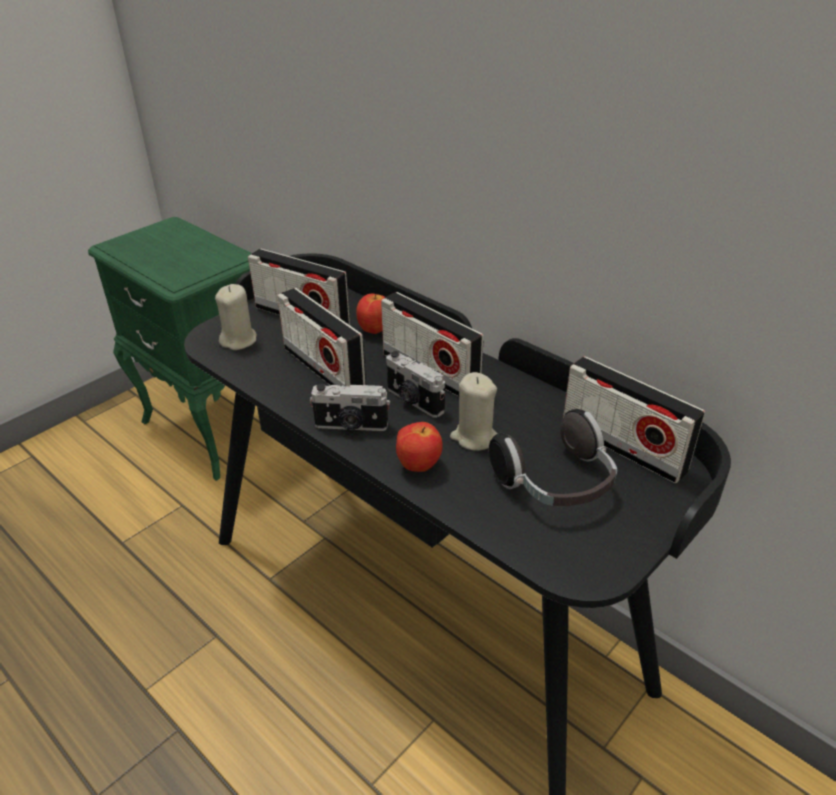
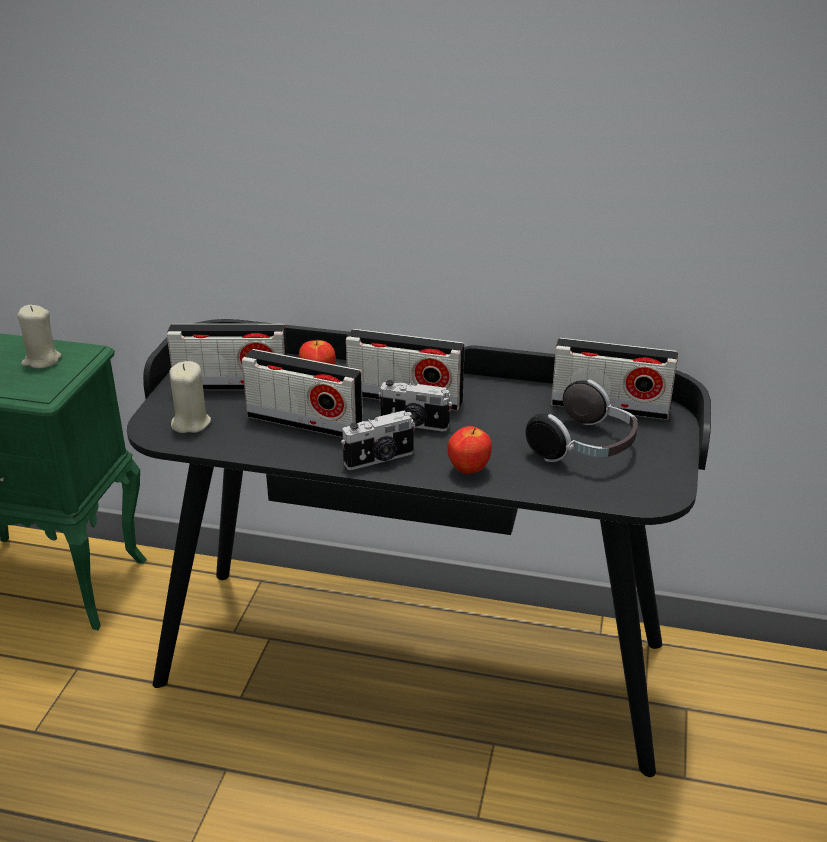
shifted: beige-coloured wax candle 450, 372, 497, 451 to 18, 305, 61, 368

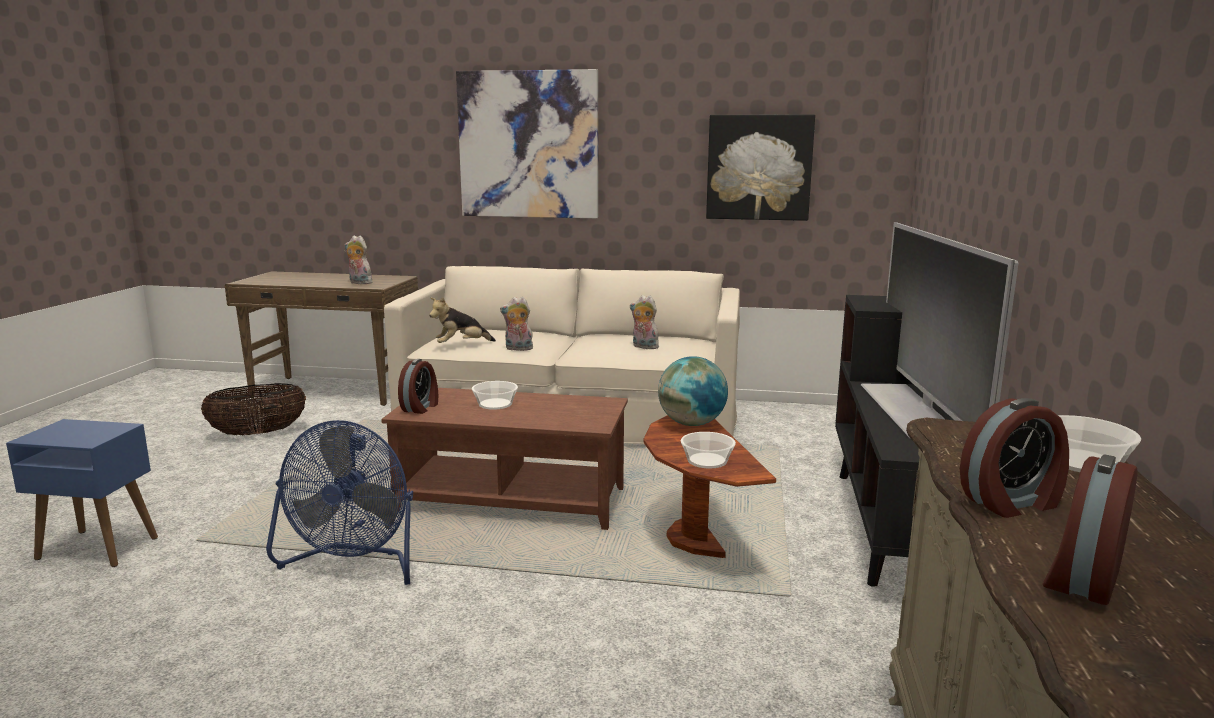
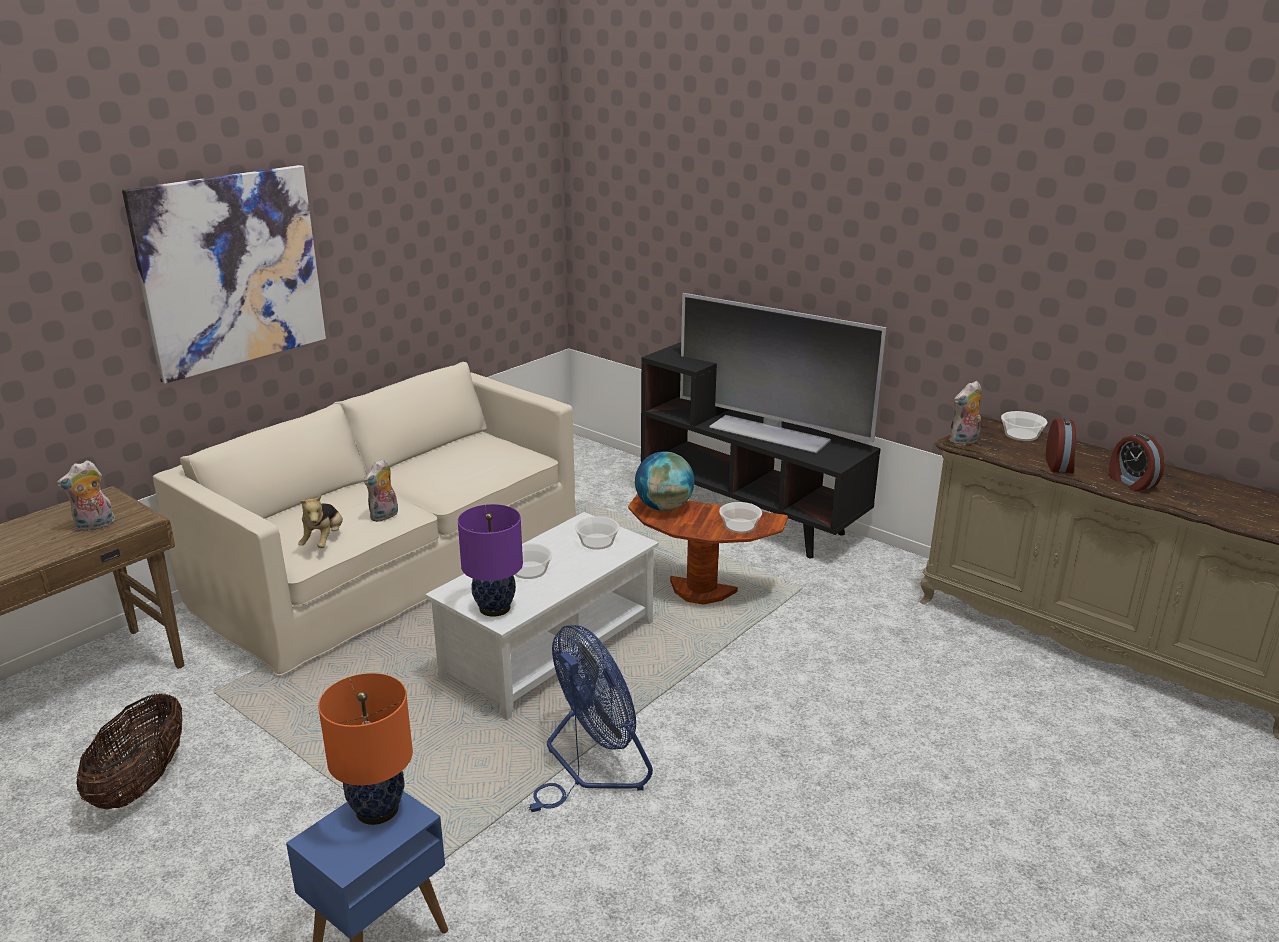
gone: picture 706, 115, 815, 221
new: bowl 575, 516, 619, 550; orange-coloured tabletop lamp 318, 673, 413, 825
shifted: plush toy 630, 295, 659, 349 to 949, 381, 982, 445
swapped: table clock 398, 359, 438, 414 to purple-coloured tabletop lamp 458, 504, 523, 617
repainted: brown coffee table 381, 388, 628, 530 to whitish coffee table 425, 512, 659, 720
rotated: bluish cooling fan 266, 420, 413, 585 = 527, 625, 653, 812 75 degrees counterclockwise

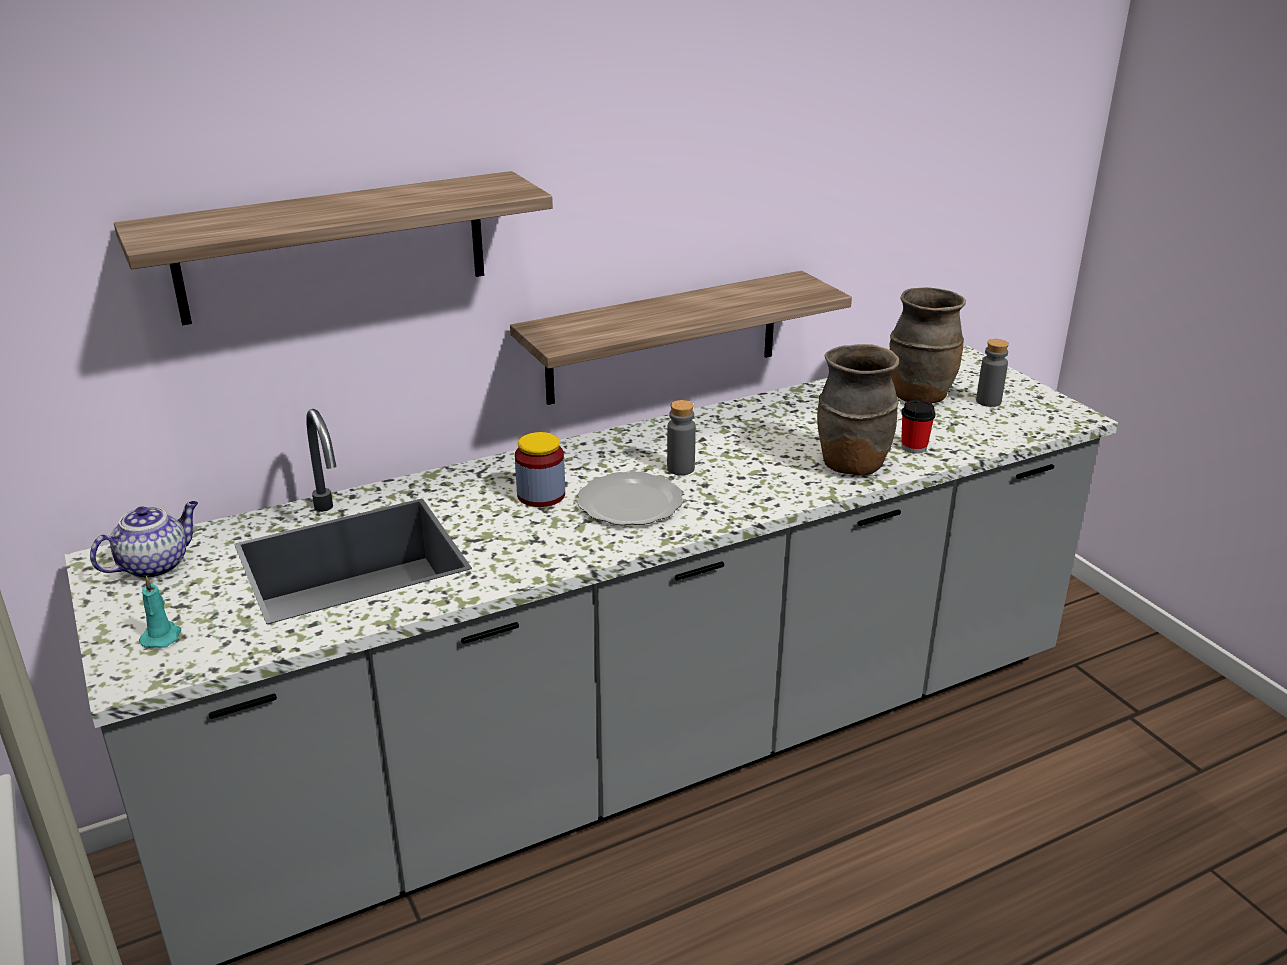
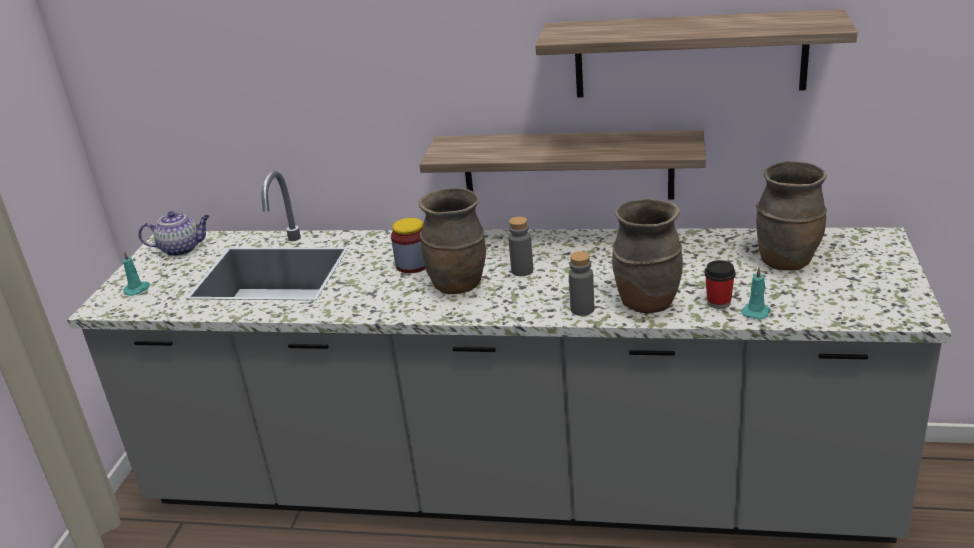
new: blue-green wax candle 741, 267, 770, 319
shifted: bracket shelf 114, 171, 553, 326 to 535, 9, 858, 98; grey drink bottle 976, 339, 1009, 407 to 569, 251, 594, 316
swapped: dinner plate 578, 472, 683, 525 to brown vase 419, 188, 486, 294

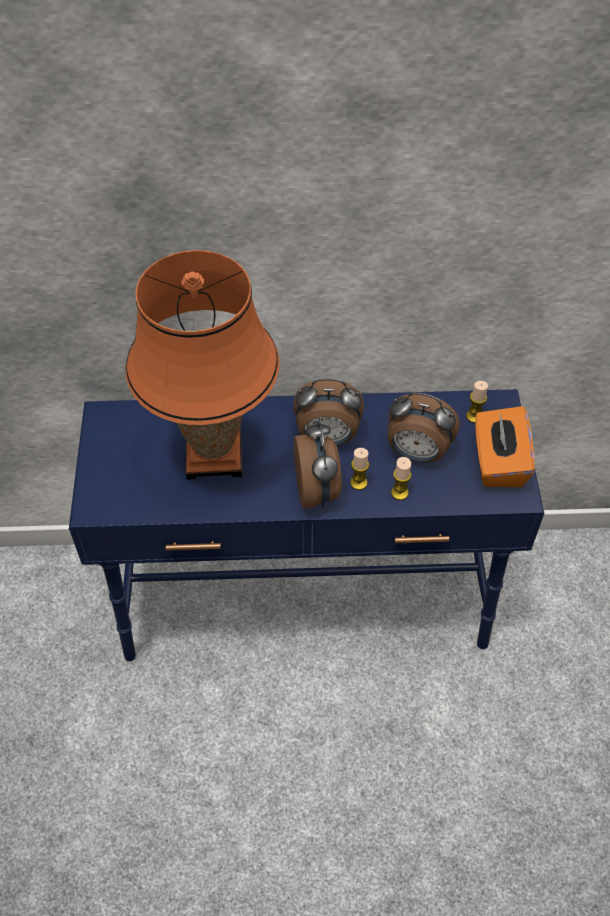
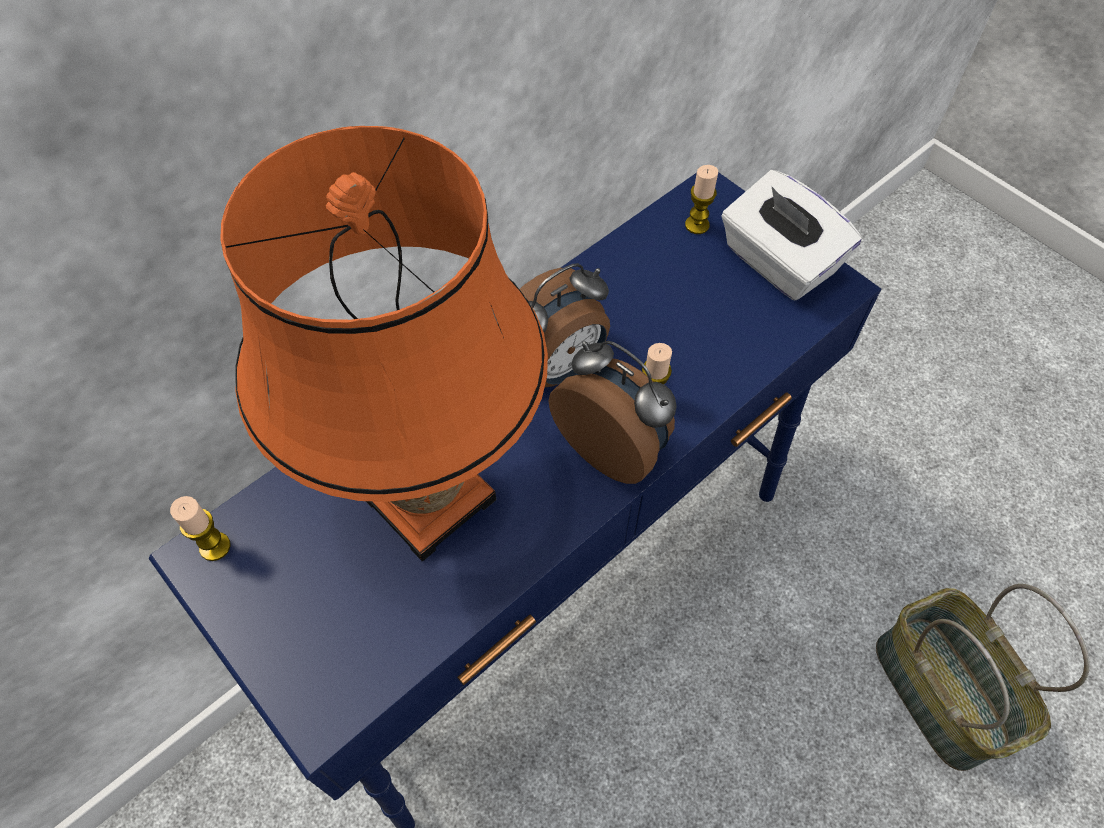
gone: table clock 387, 392, 460, 462
new: storage basket 876, 584, 1090, 771
shifted: wax candle 391, 457, 411, 500 to 170, 496, 231, 561
repainted: orange-coloured tissue holder 475, 406, 534, 487 to whitish tissue holder 721, 170, 862, 300

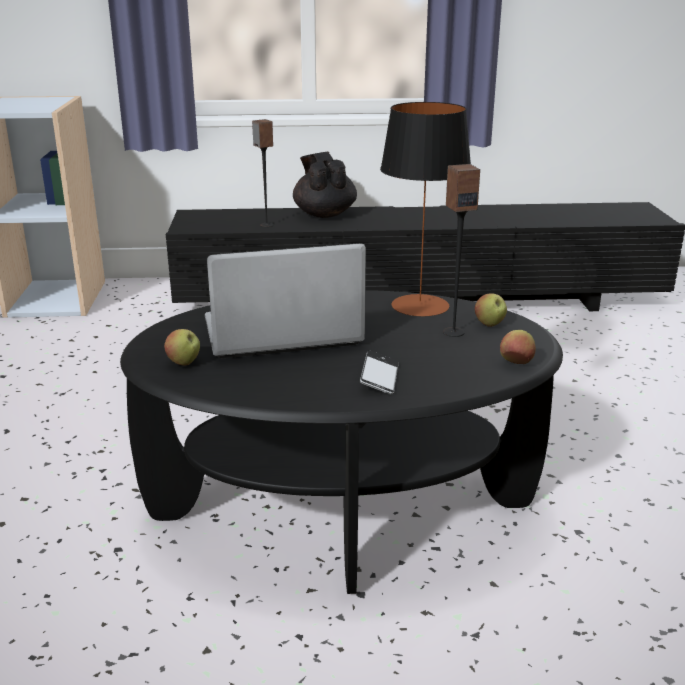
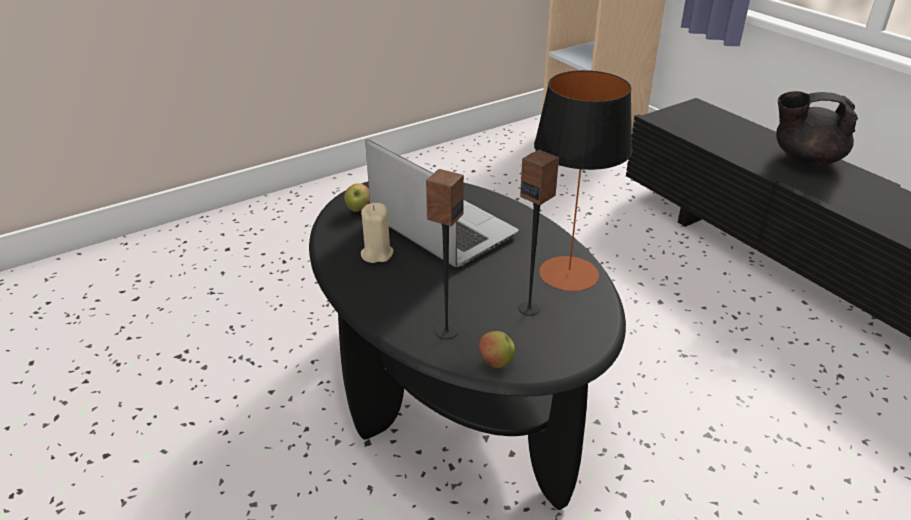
gone: whole apple 475, 293, 507, 327; telephone 360, 350, 399, 395
new: beige-coloured wax candle 361, 203, 393, 263
shifted: audio speaker 252, 119, 273, 227 to 426, 169, 464, 339
rotated: black pot for tea 293, 152, 357, 218 = 776, 91, 858, 166 120 degrees counterclockwise

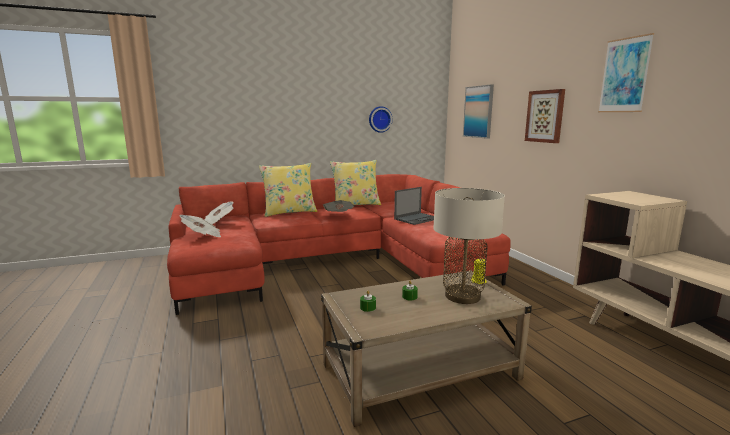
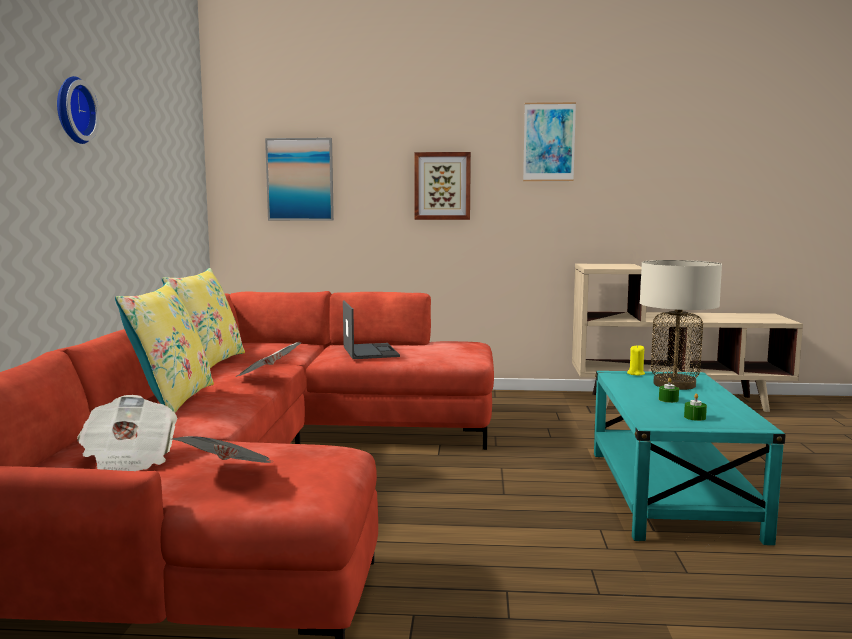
shifted: clock on the wall 369, 106, 393, 133 to 57, 76, 99, 144
repainted: beige-coloured coffee table 321, 270, 532, 427 to blue-green coffee table 594, 371, 786, 545

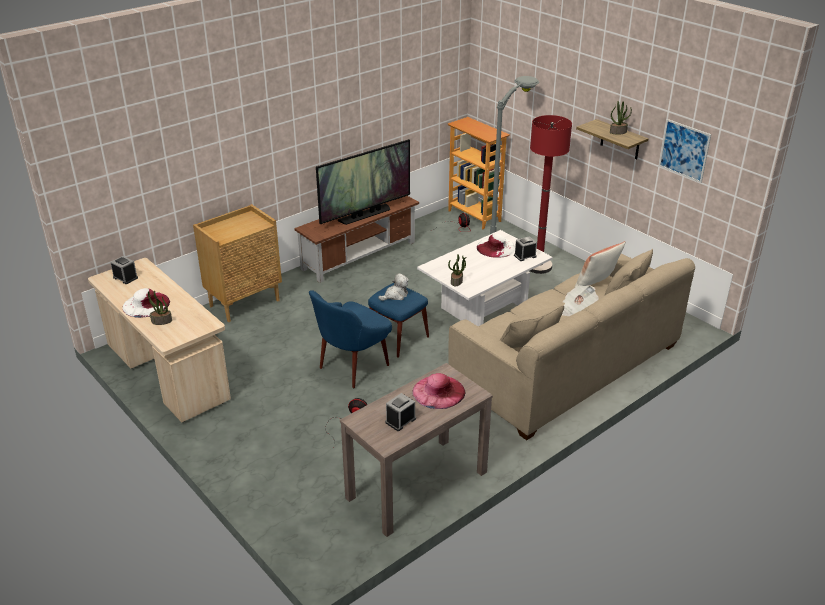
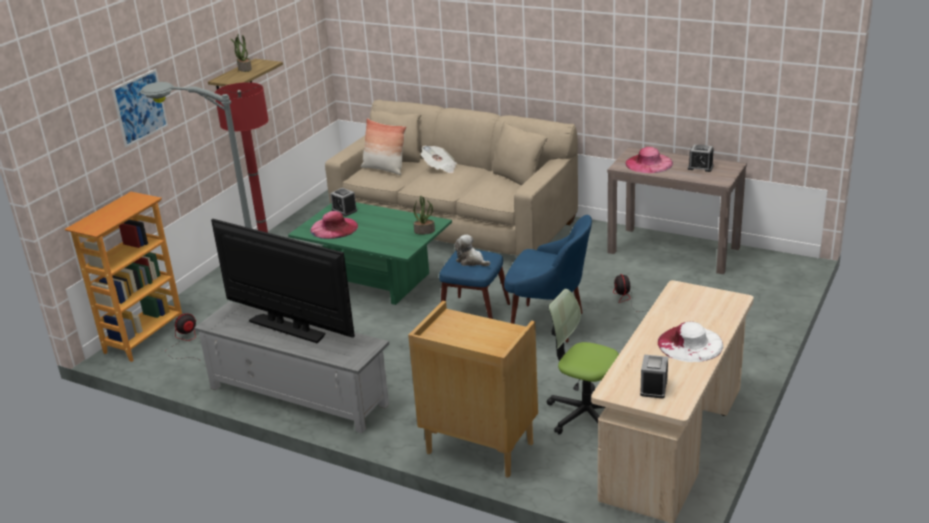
gone: potted plant 148, 290, 172, 325
new: computer chair 547, 289, 619, 435
shifted: picture 659, 119, 711, 183 to 111, 69, 168, 147
repainted: brown media console 294, 196, 419, 283 to grey media console 194, 302, 389, 433; whitish coffee table 417, 230, 553, 326 to green coffee table 288, 202, 452, 305; whitish wearable hat 477, 234, 515, 258 to pink-coloured wearable hat 311, 211, 358, 239

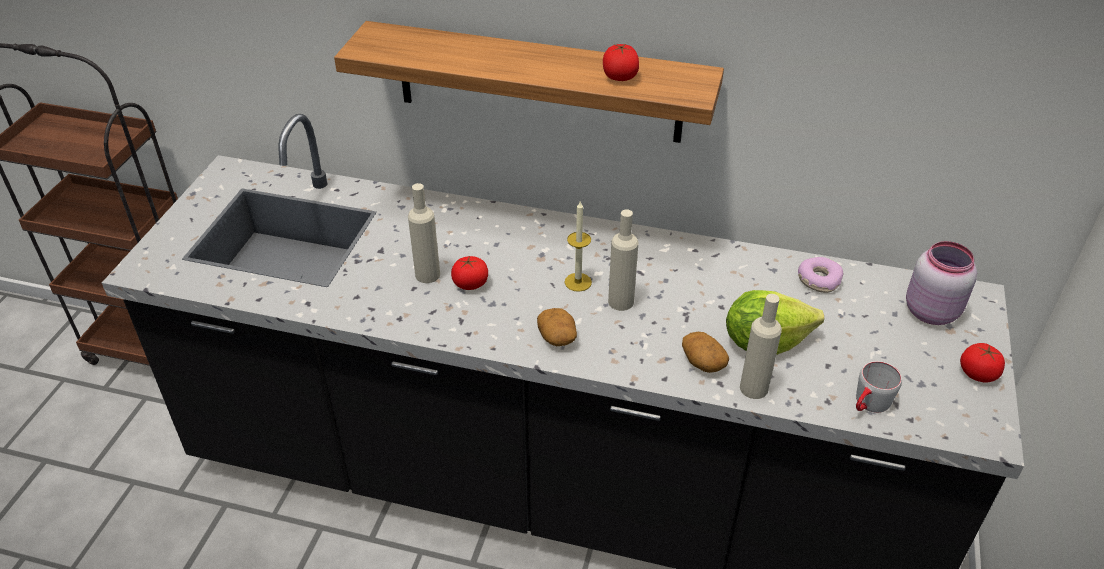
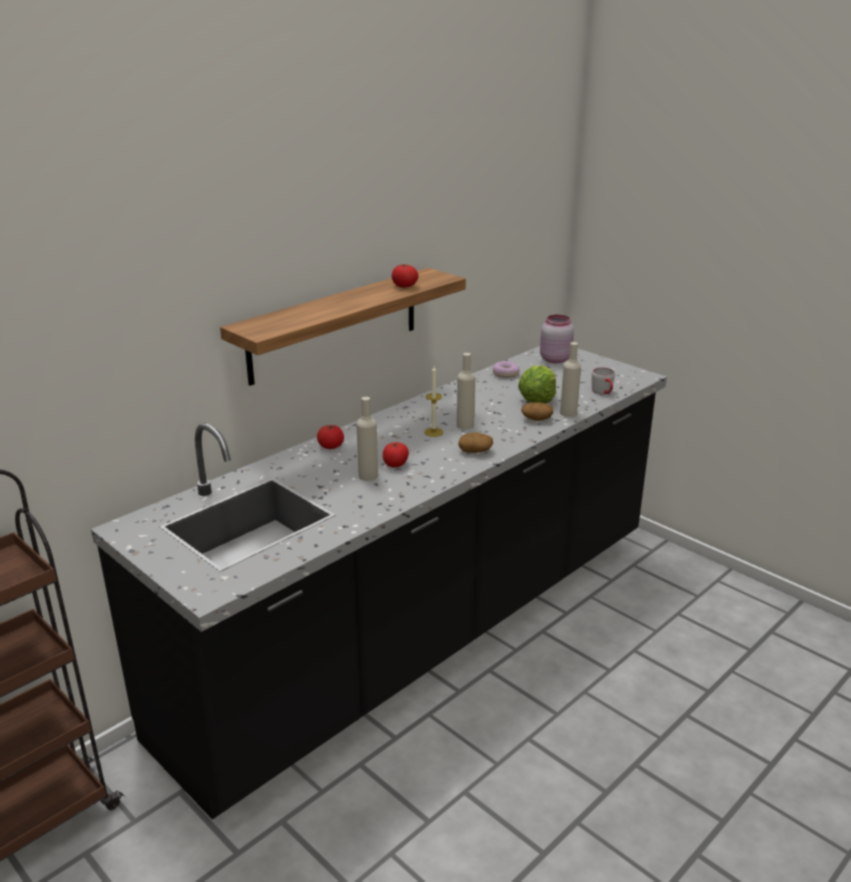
shifted: fresh tomato 960, 343, 1005, 383 to 317, 425, 344, 449

